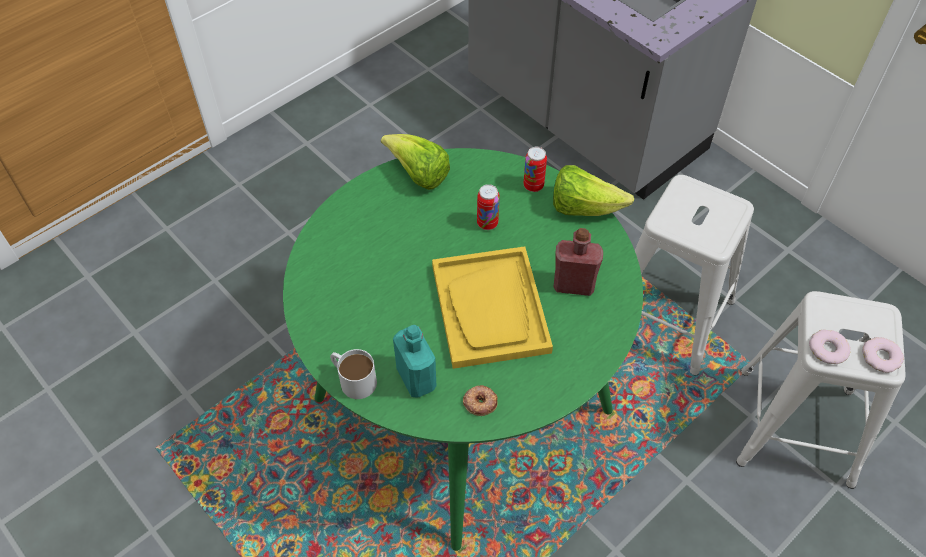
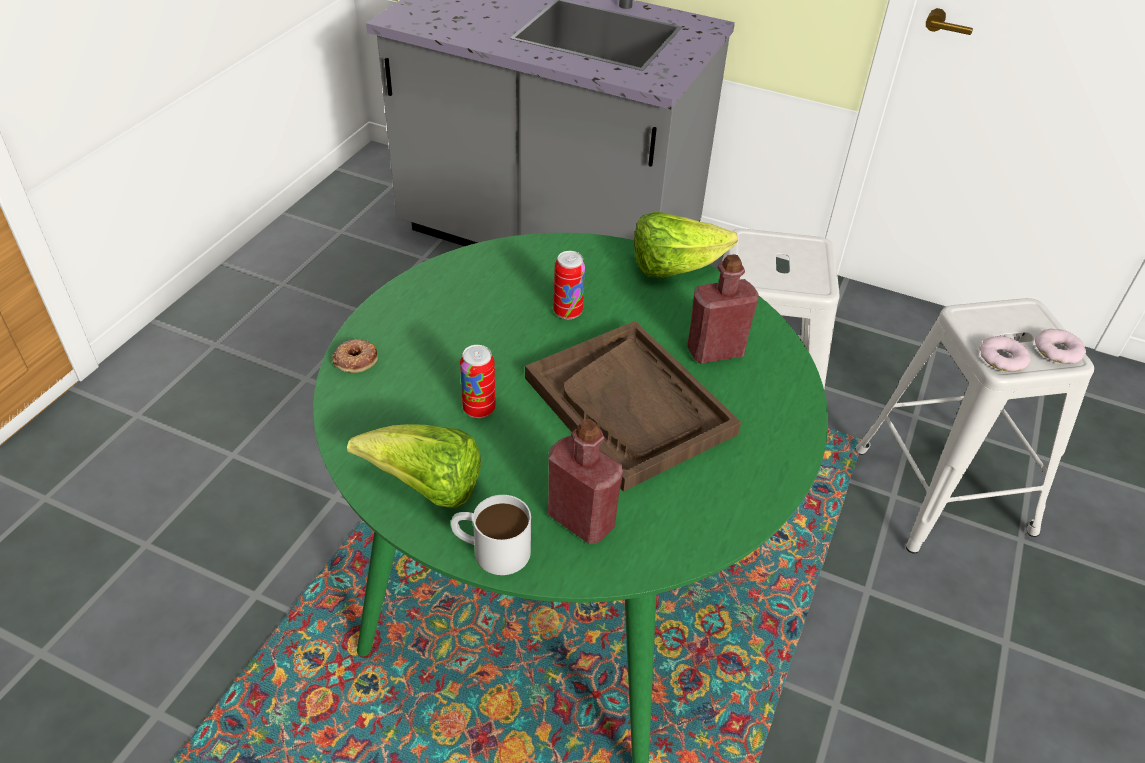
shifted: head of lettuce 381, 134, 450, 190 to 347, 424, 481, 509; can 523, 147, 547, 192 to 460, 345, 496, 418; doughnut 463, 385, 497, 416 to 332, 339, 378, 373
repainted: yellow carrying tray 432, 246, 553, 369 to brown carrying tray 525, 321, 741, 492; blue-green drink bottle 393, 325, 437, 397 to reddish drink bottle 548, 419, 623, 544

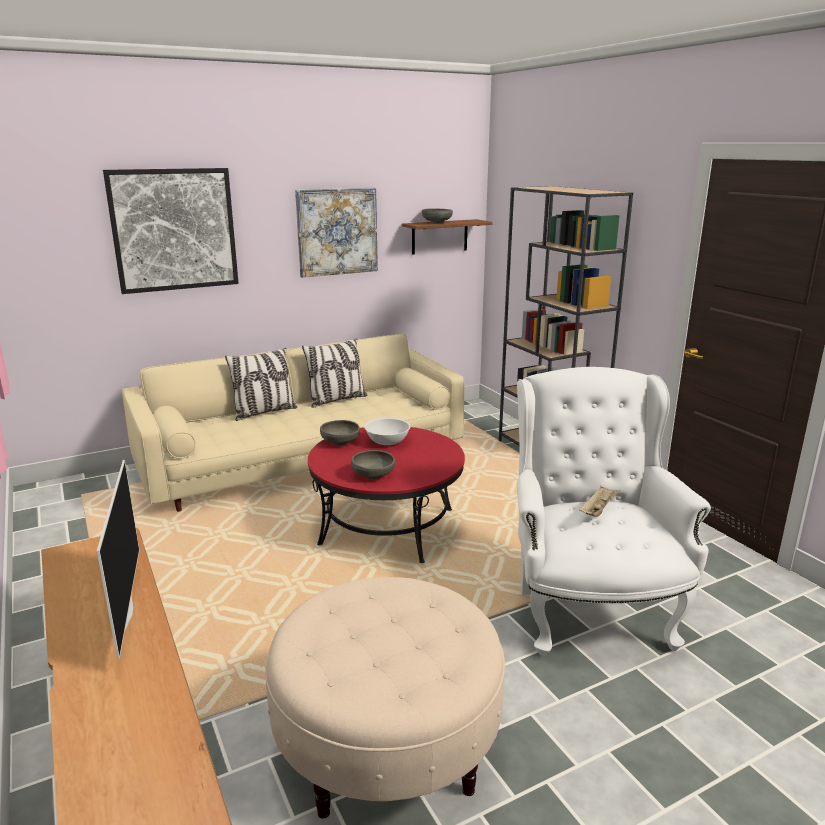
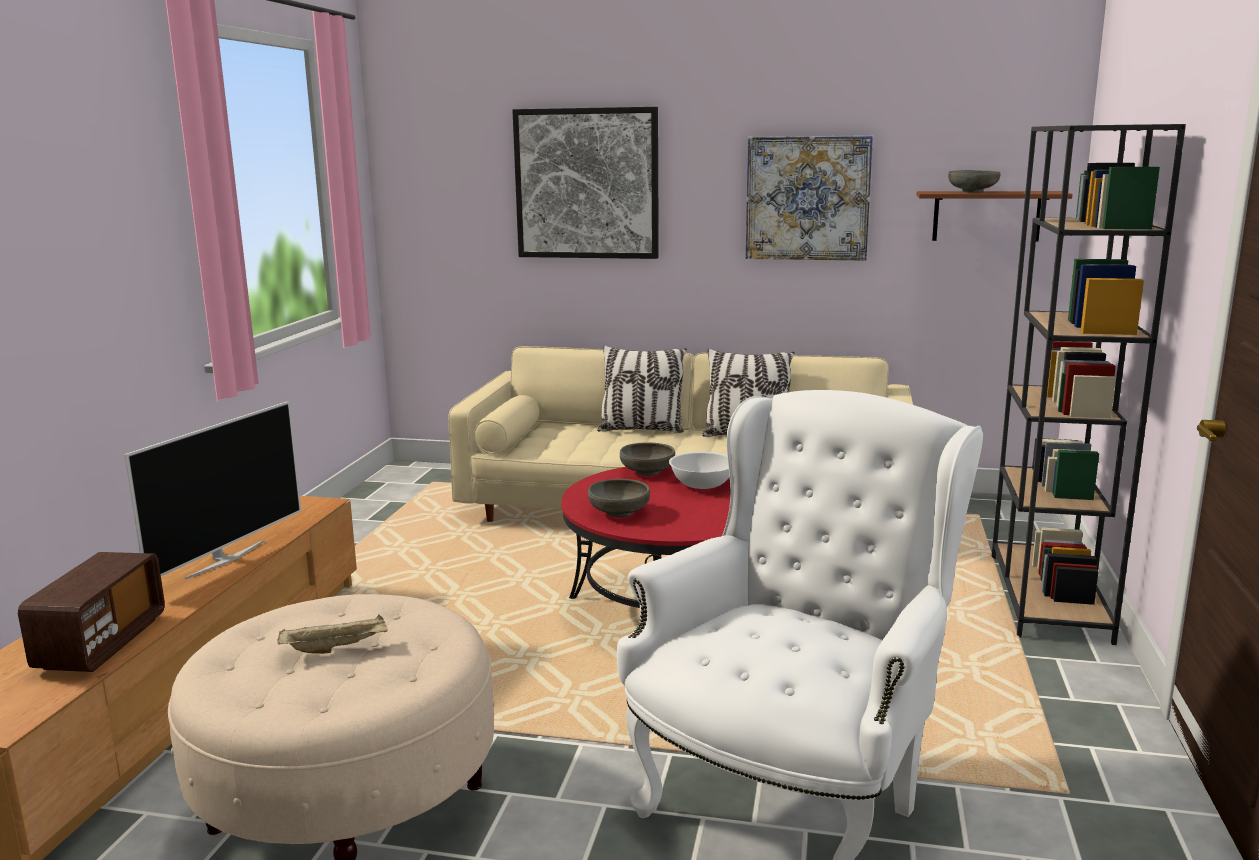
new: radio 18, 552, 165, 672
shifted: beige-coloured carrying tray 579, 485, 620, 517 to 277, 615, 388, 654

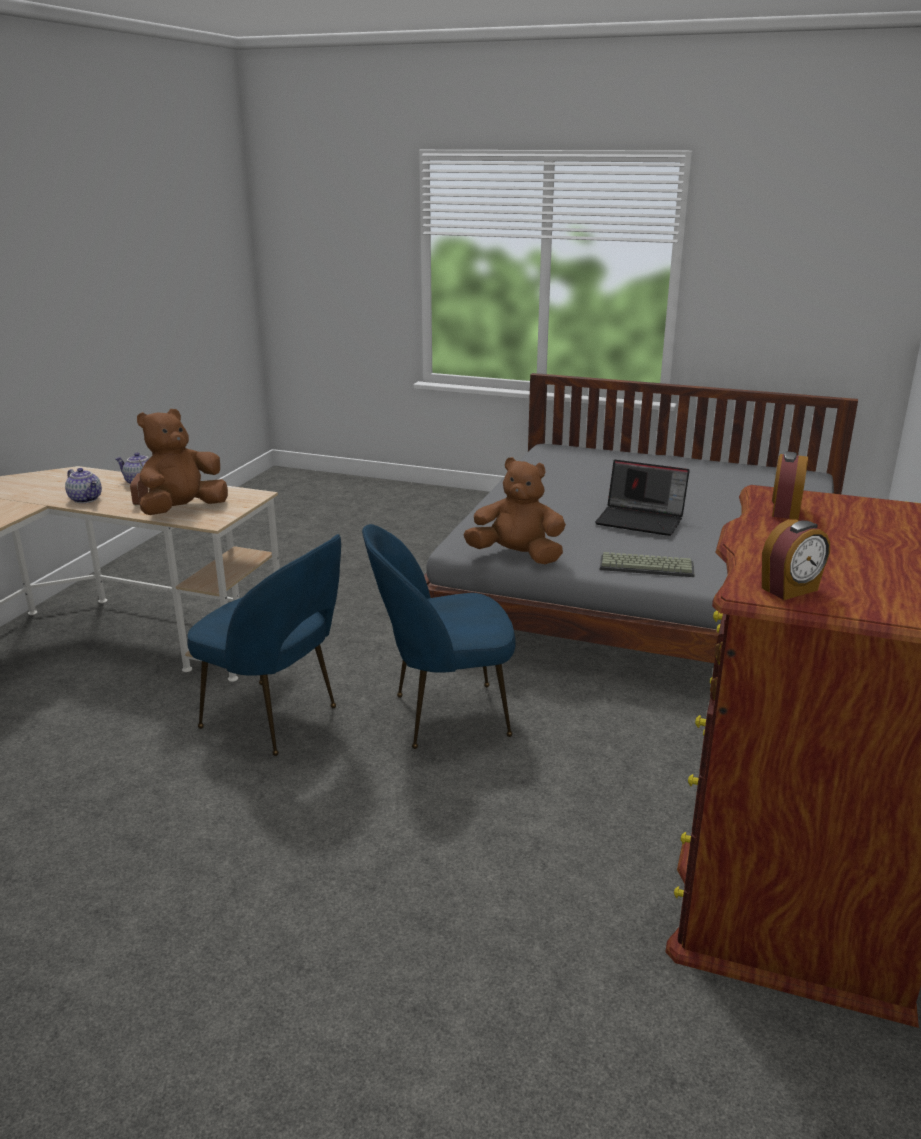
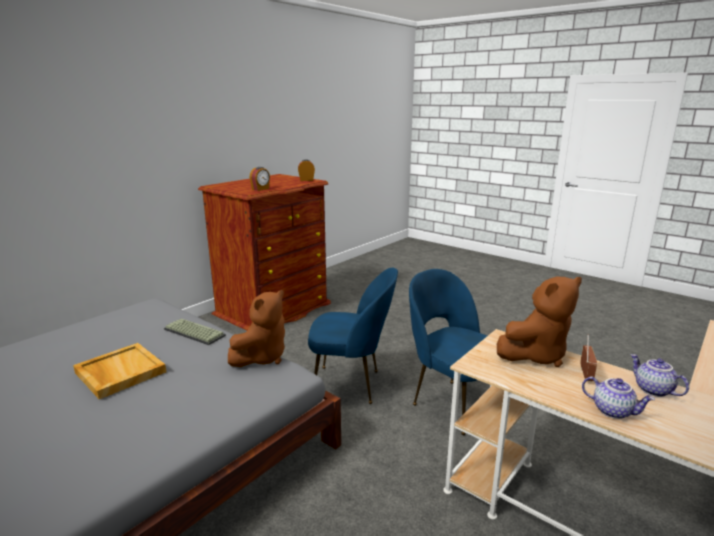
swapped: notebook computer 595, 460, 690, 536 to beige-coloured carrying tray 73, 343, 166, 399
rotated: brown plush toy 463, 457, 566, 564 = 228, 290, 285, 367 90 degrees counterclockwise

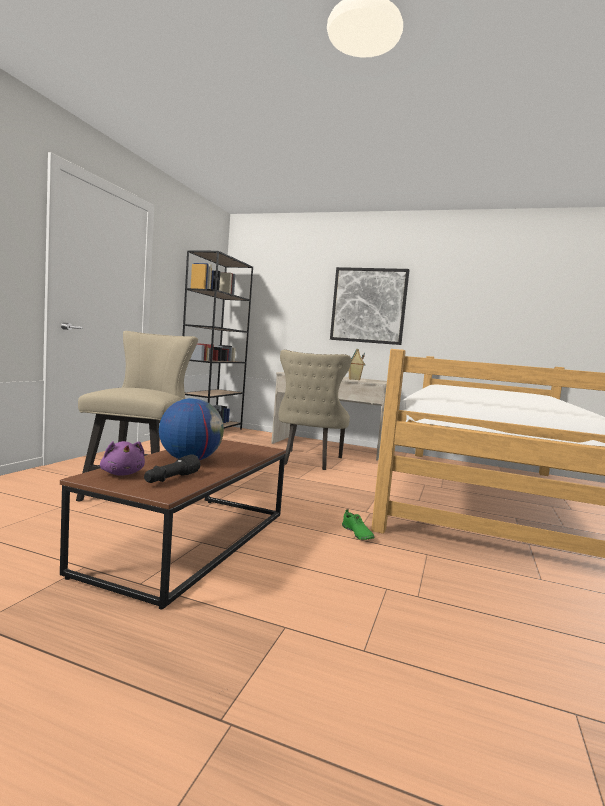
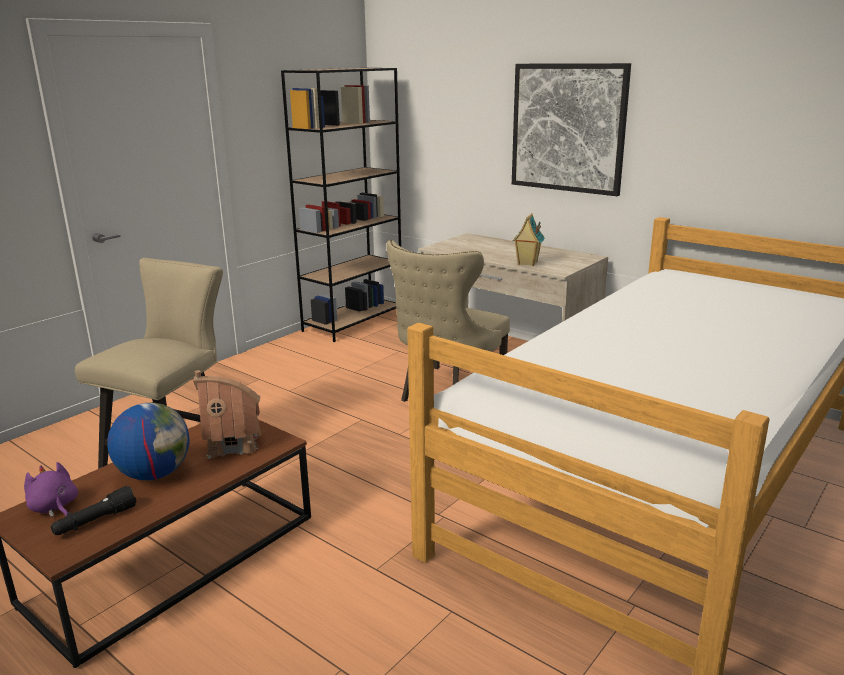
gone: green item of footwear 342, 509, 374, 540
new: miniature house 193, 370, 261, 459
rotated: purple-coloured plush toy 100, 441, 145, 476 = 24, 462, 78, 517 150 degrees clockwise

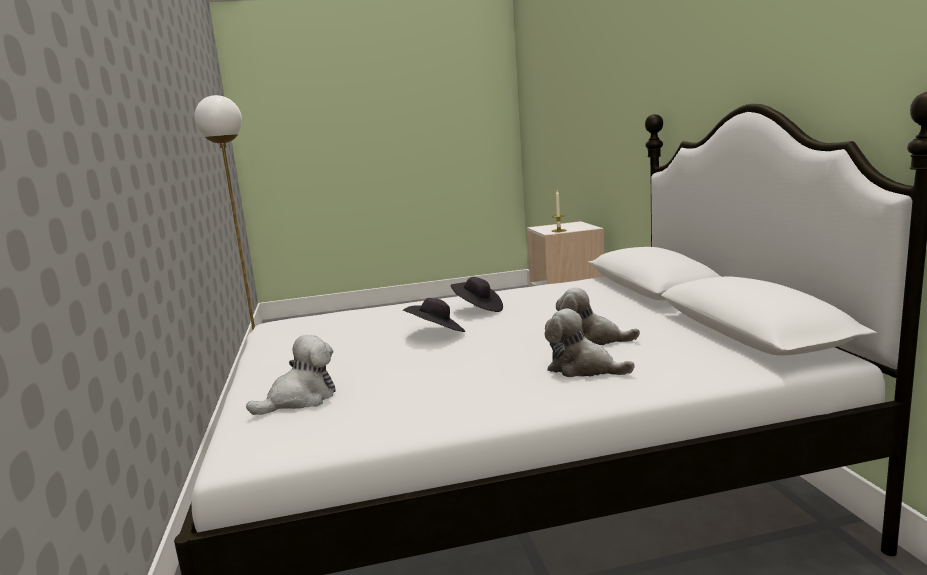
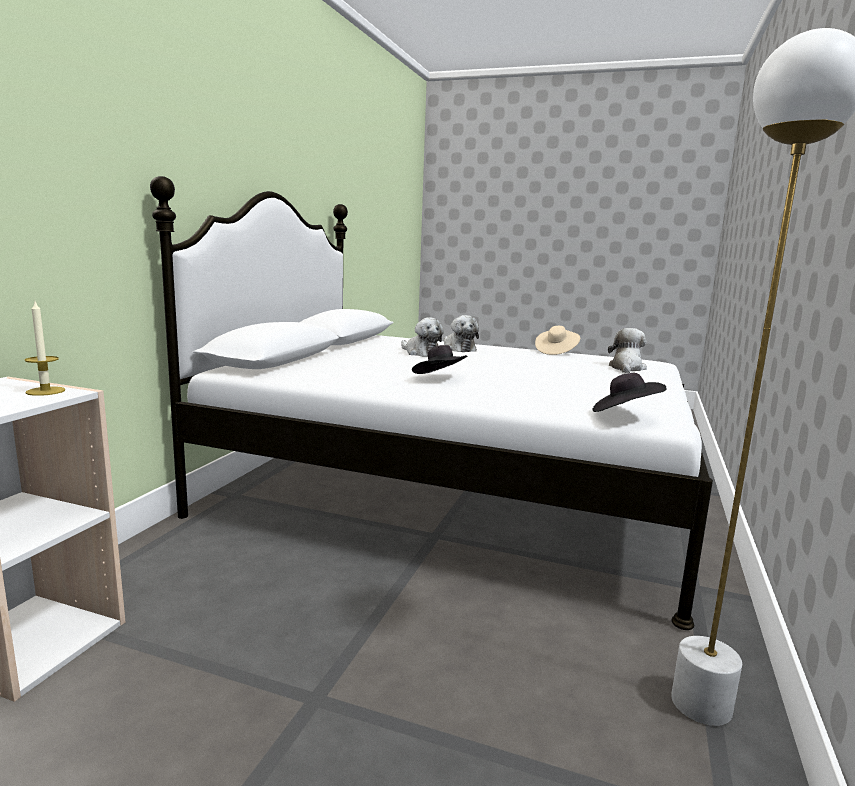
new: beige-coloured wearable hat 535, 326, 580, 355
shifted: black wearable hat 403, 298, 465, 332 to 593, 373, 667, 412
rotated: plush toy 246, 335, 336, 415 = 608, 328, 647, 373 120 degrees clockwise

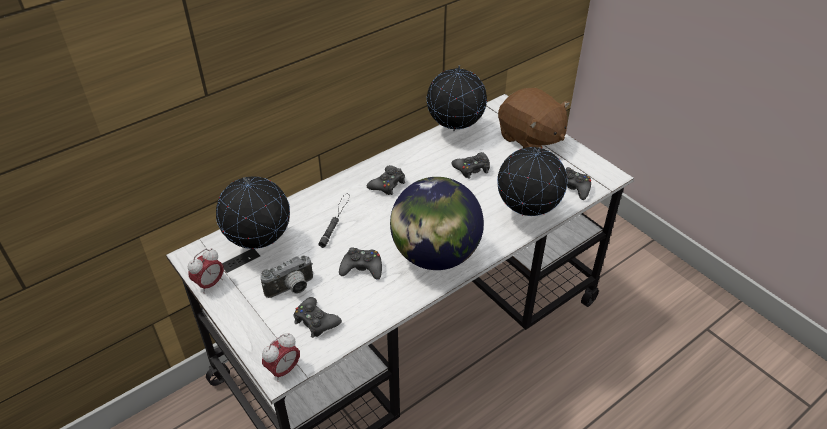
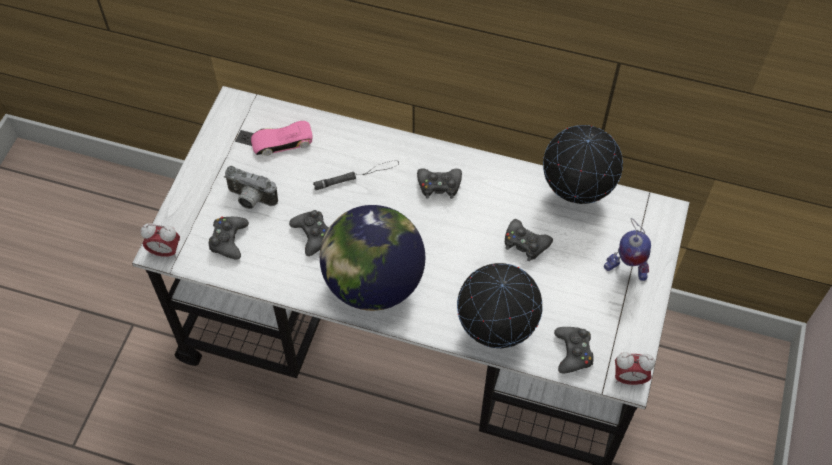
shifted: table clock 188, 248, 224, 294 to 615, 352, 655, 385
swapped: brown plush toy 498, 88, 570, 148 to toy robot 604, 218, 651, 281; globe 216, 177, 290, 249 to pink-coloured miniature car 251, 121, 313, 156

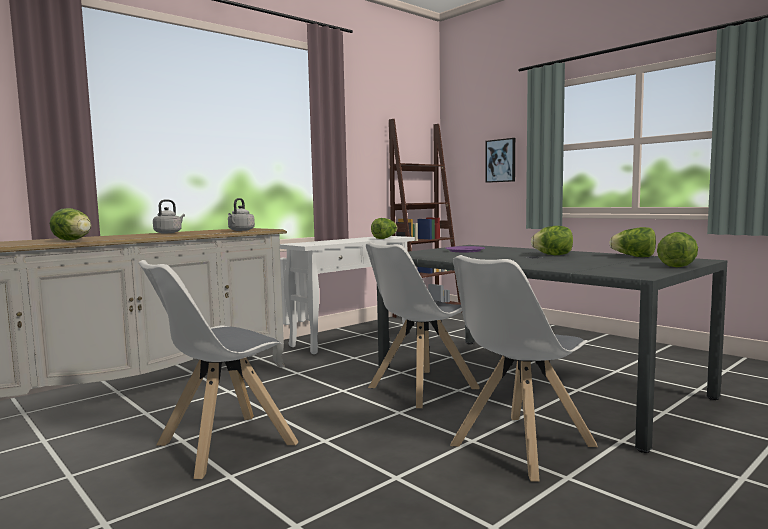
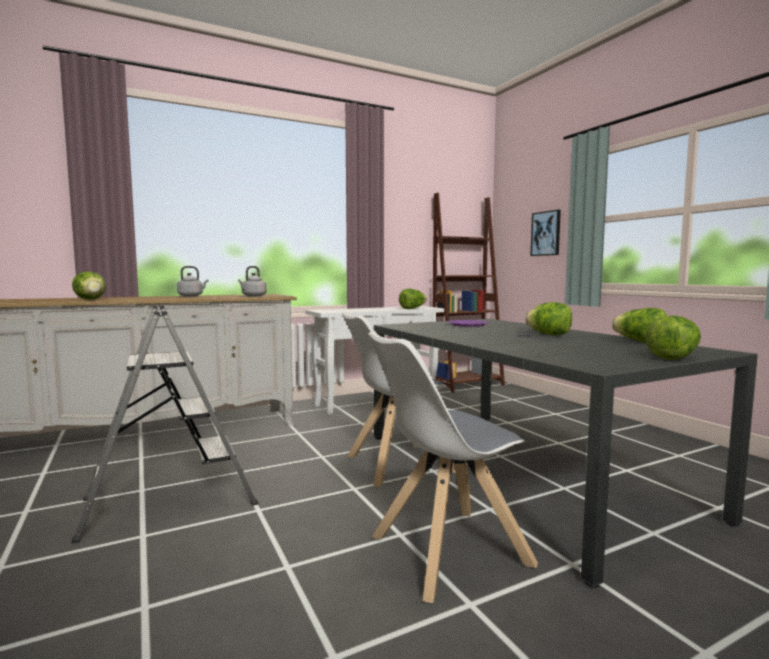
swapped: plain chair 138, 260, 298, 479 to grey stepladder 71, 305, 259, 543

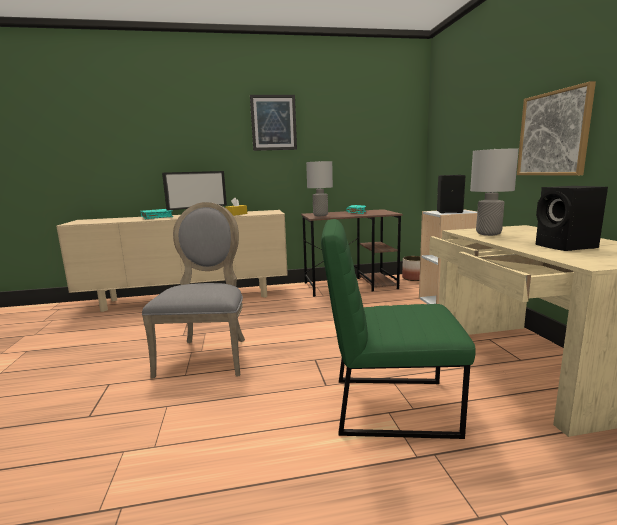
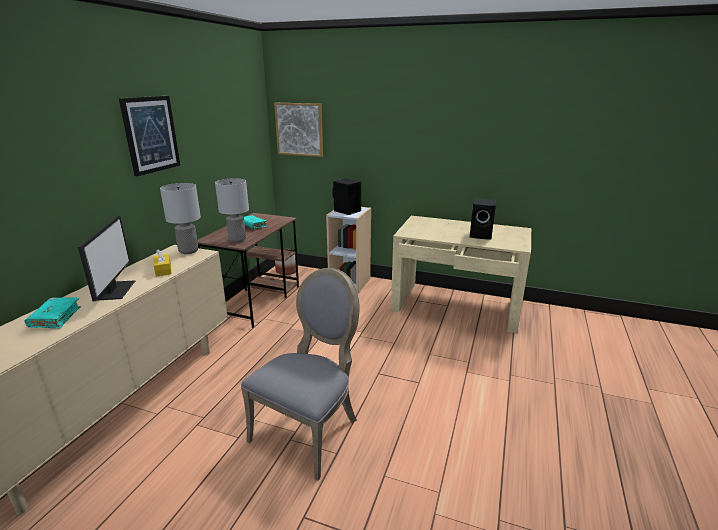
gone: green plain chair 321, 219, 476, 439
shifted: picture 517, 81, 596, 175 to 274, 103, 323, 157; grey tabletop lamp 470, 148, 519, 236 to 160, 183, 201, 254
rotated: grey plain chair 142, 202, 245, 378 = 241, 268, 360, 480 90 degrees clockwise

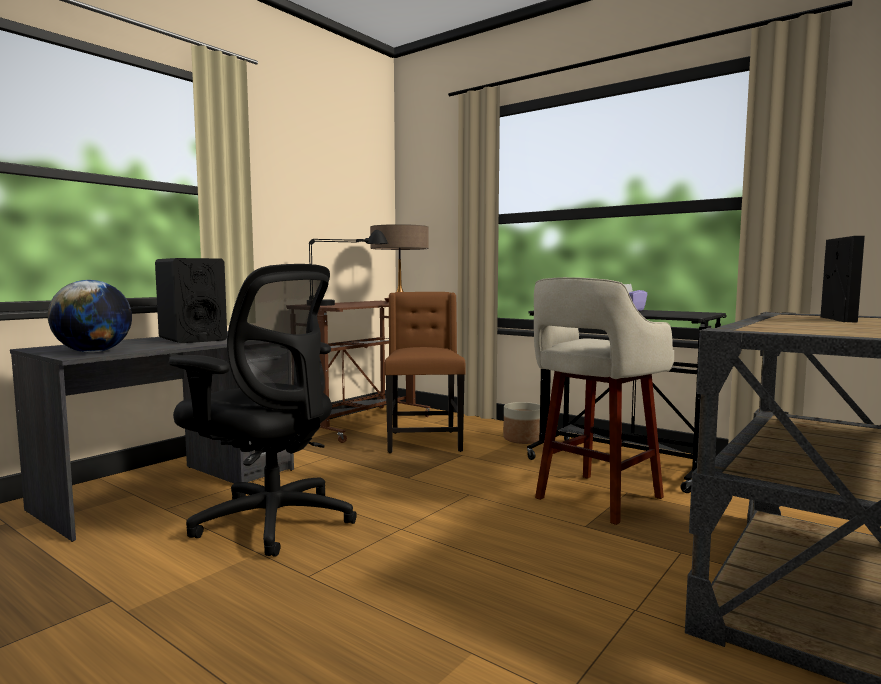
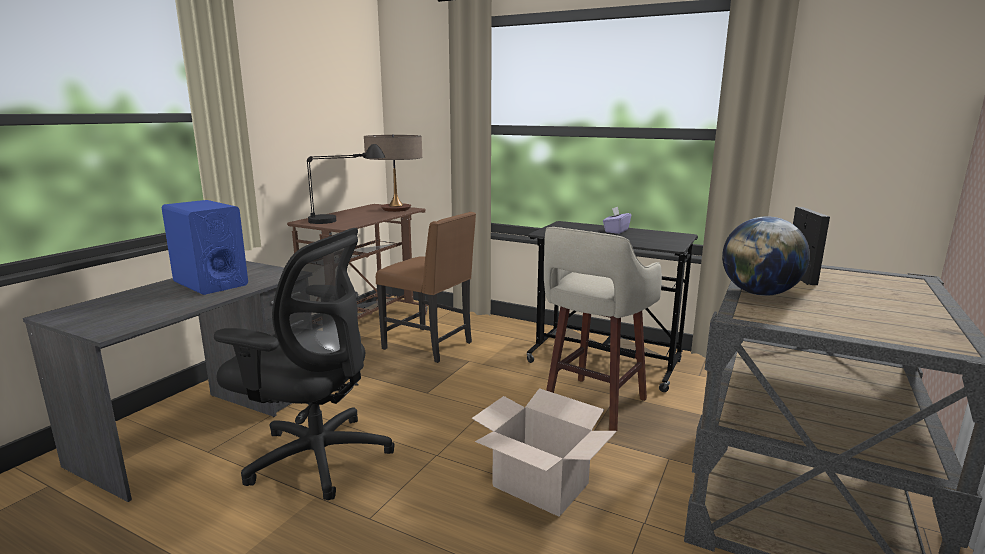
gone: plant pot 503, 402, 540, 444
new: cardboard box 472, 388, 617, 517
shifted: globe 48, 280, 132, 353 to 722, 216, 810, 296
repainted: black audio speaker 155, 258, 227, 343 to bluish audio speaker 162, 200, 248, 295
rotated: brown plain chair 384, 292, 466, 453 = 376, 212, 476, 363 135 degrees clockwise

